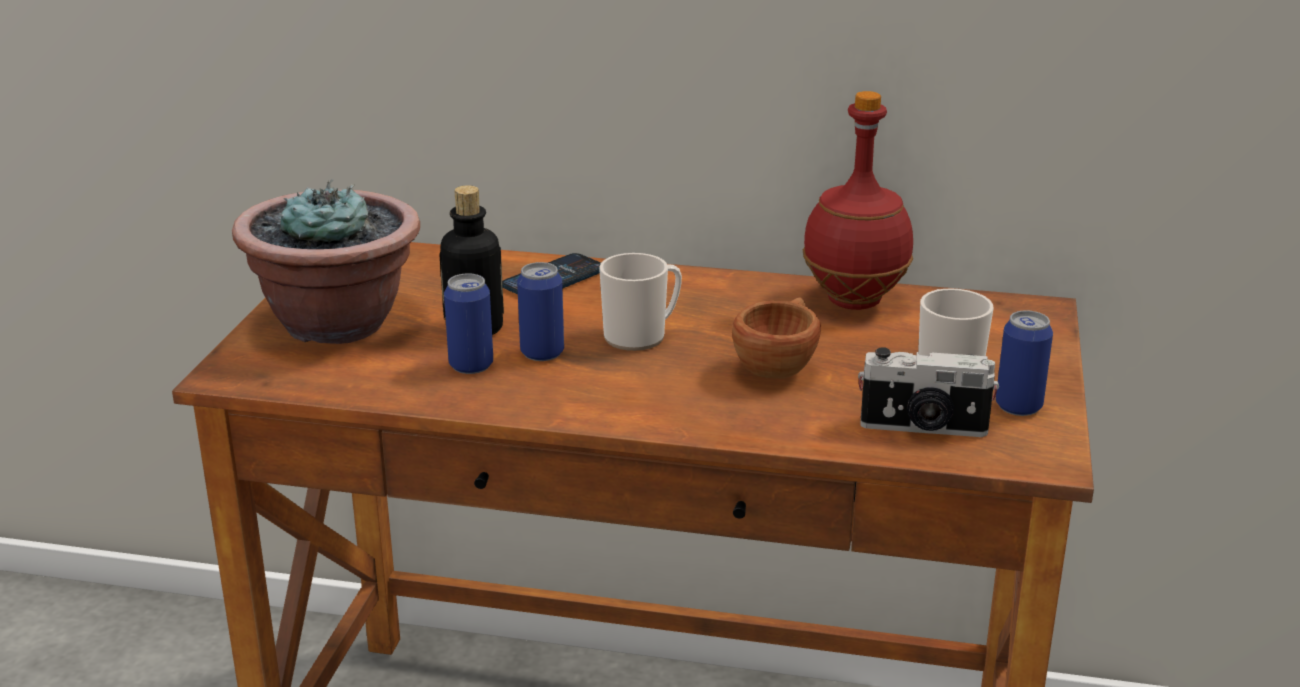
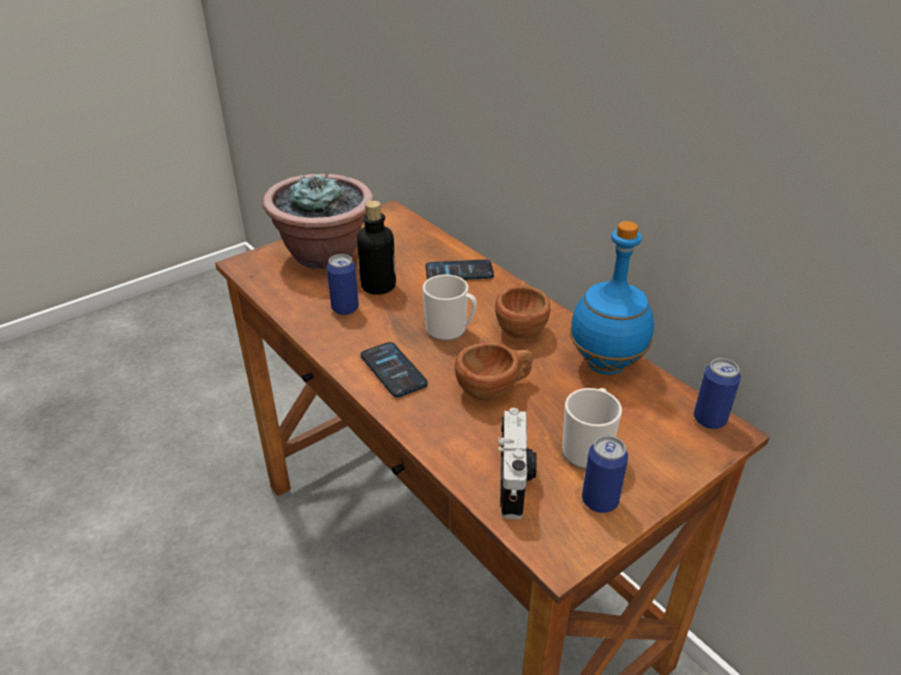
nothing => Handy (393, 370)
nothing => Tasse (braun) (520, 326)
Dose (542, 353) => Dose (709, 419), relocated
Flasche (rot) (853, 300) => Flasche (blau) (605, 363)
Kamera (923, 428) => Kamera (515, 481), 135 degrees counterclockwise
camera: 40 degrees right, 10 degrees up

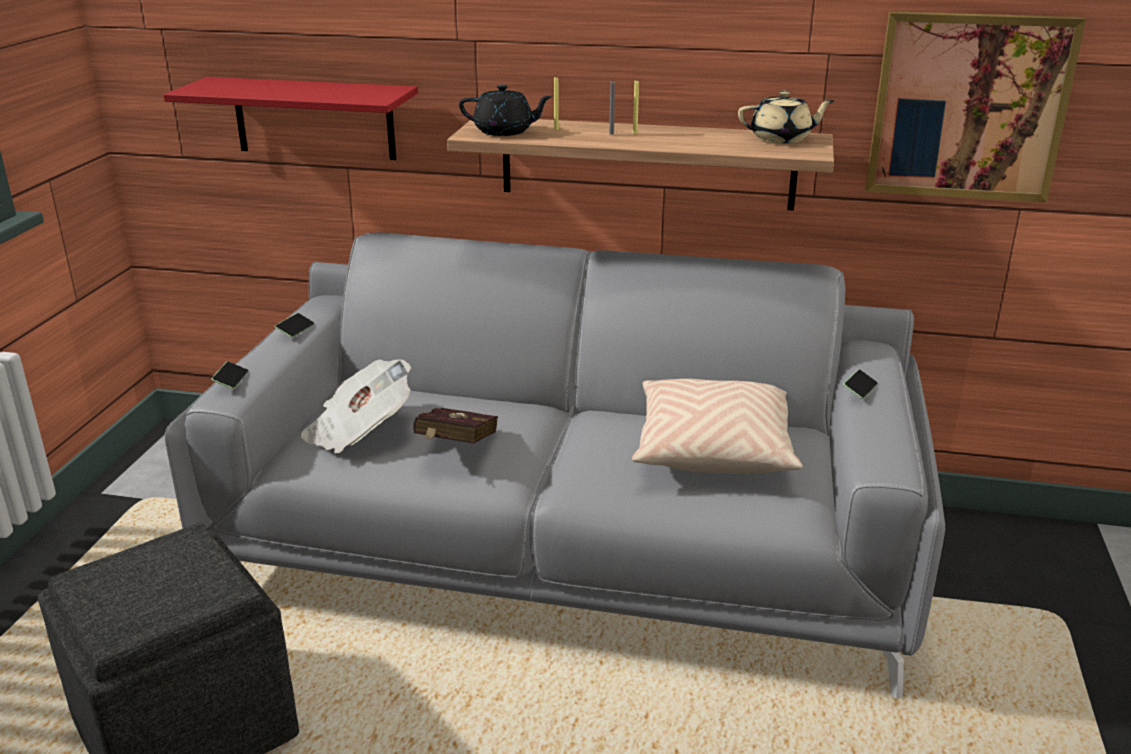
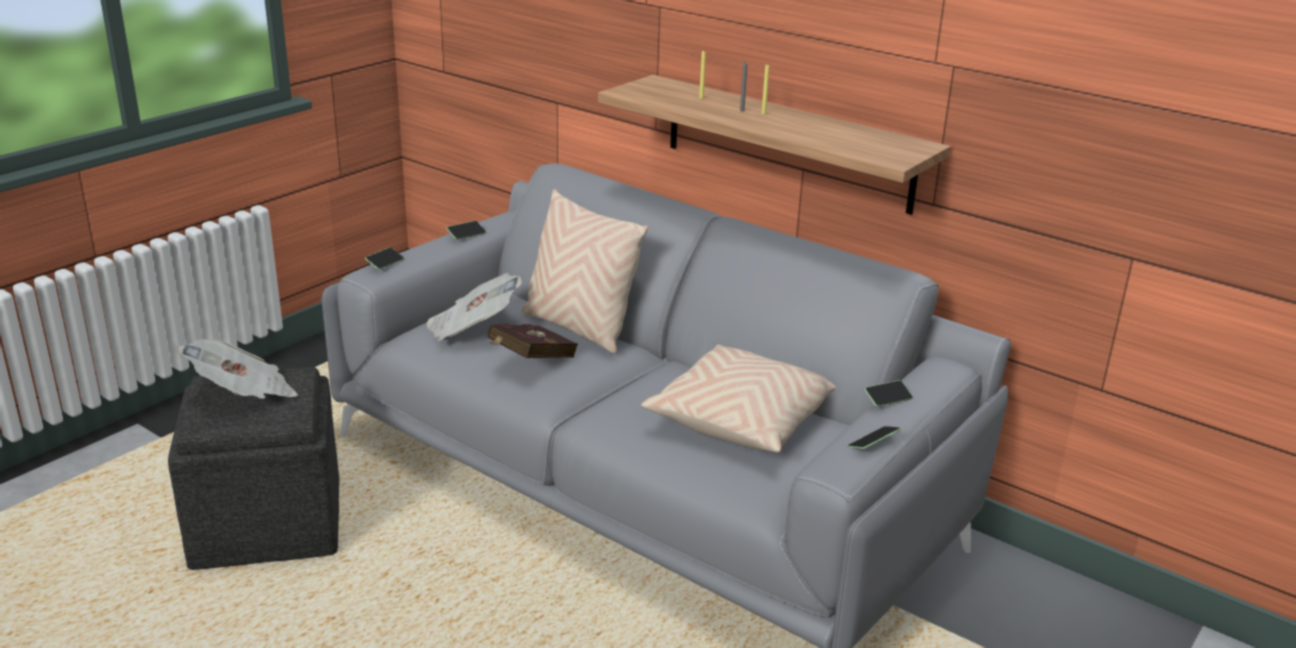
Wandregal (rot) (314, 118) => nothing
Teekanne (schwarz) (505, 131) => nothing
Teekanne (beige) (782, 138) => nothing
Bild (968, 107) => nothing
nothing => Zeitung (244, 394)
nothing => Kissen (beige) (579, 328)
nothing => Handy (873, 444)
camera: 25 degrees right, 0 degrees up

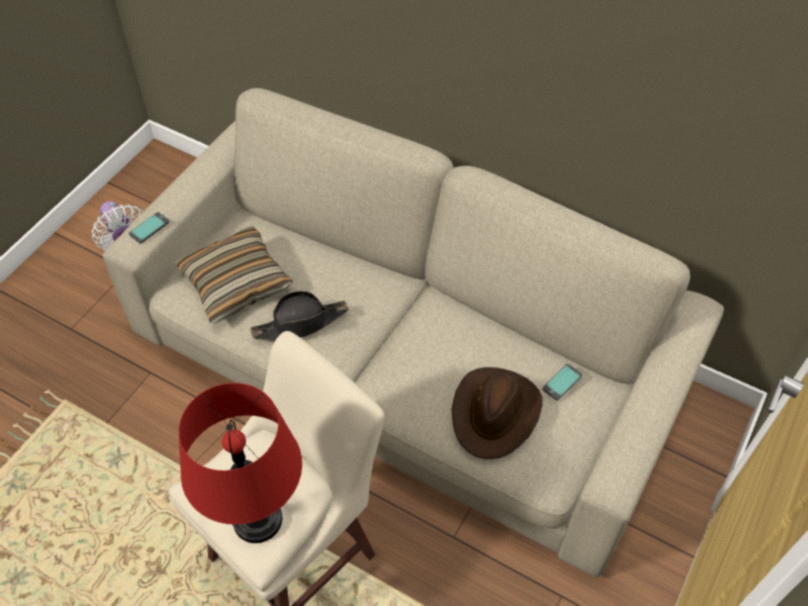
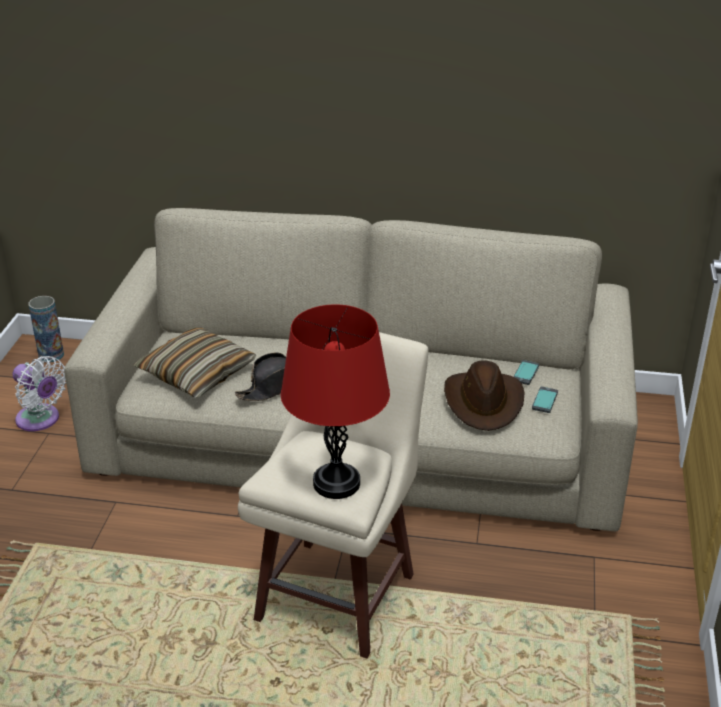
nothing => Vase (51, 355)
Handy (149, 228) => Handy (544, 400), relocated
camera: 20 degrees left, 20 degrees down

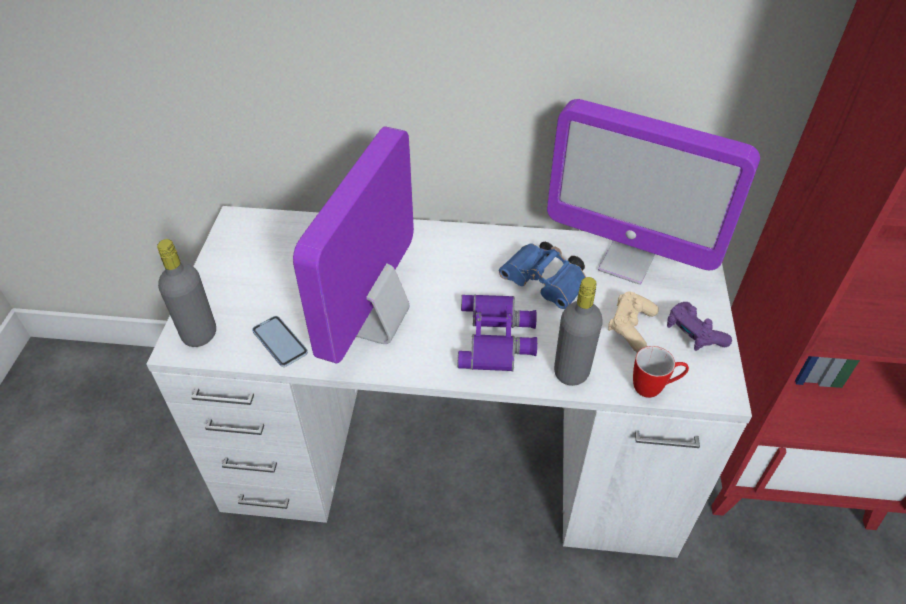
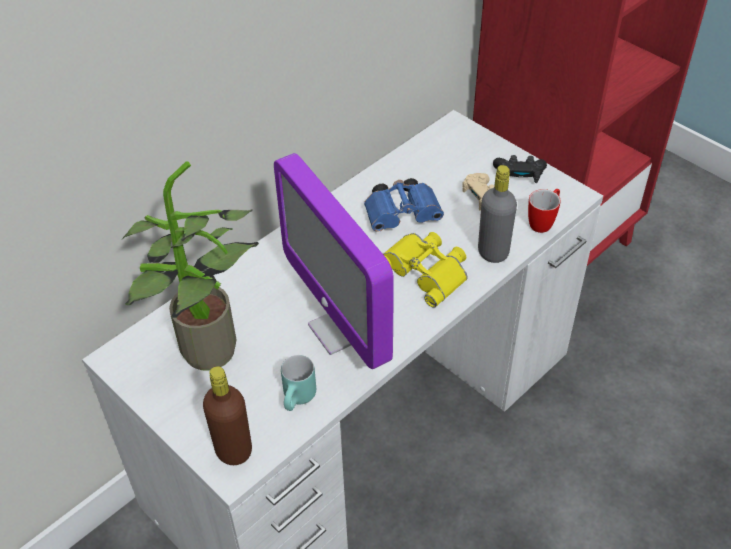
Monitor (626, 262) => nothing
nothing => Topfpflanze (207, 357)
Handy (280, 342) => Henkelbecher (türkis) (299, 400)
Flasche (grau) (199, 334) => Flasche (braun) (234, 450)
Fernglas (lila) (498, 338) => Fernglas (gelb) (426, 270)
Gamepad (lila) (693, 334) => Gamepad (schwarz) (519, 176)
camera: 50 degrees left, 0 degrees up

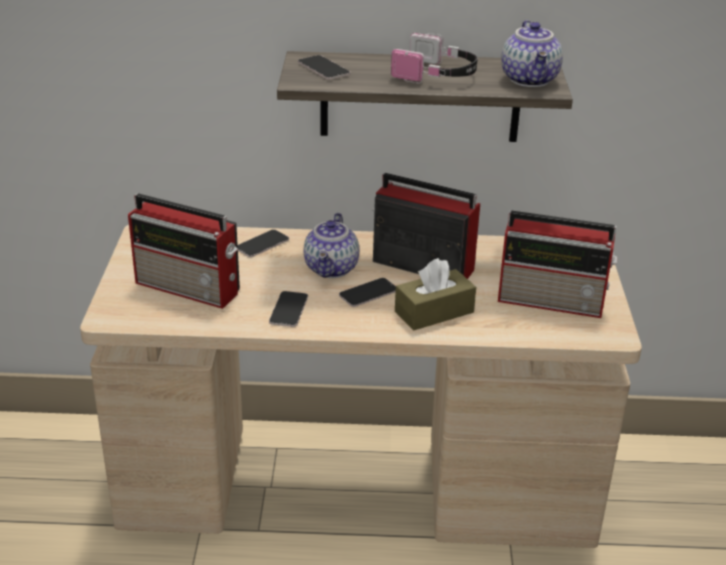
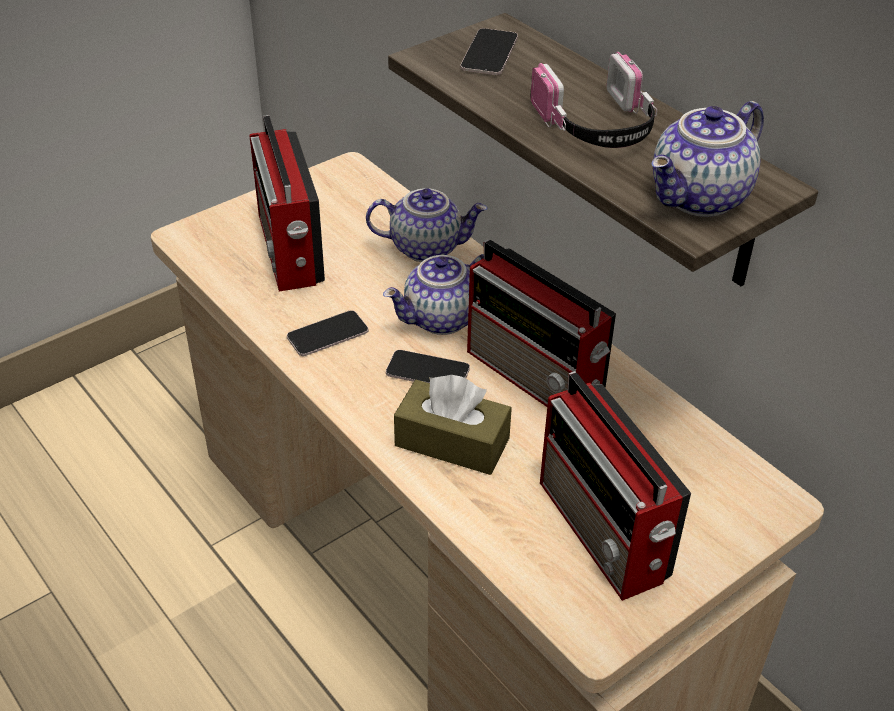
Handy (262, 244) => Teekanne (426, 247)
Radio (420, 265) => Radio (536, 378), 150 degrees clockwise
camera: 50 degrees right, 10 degrees up

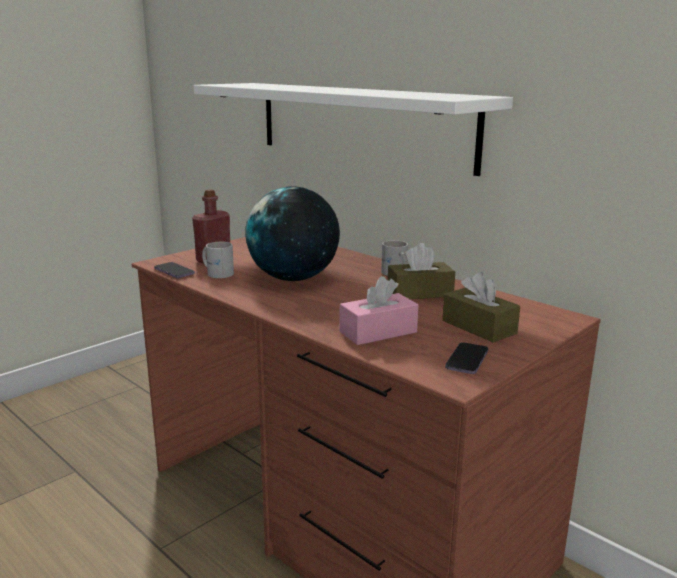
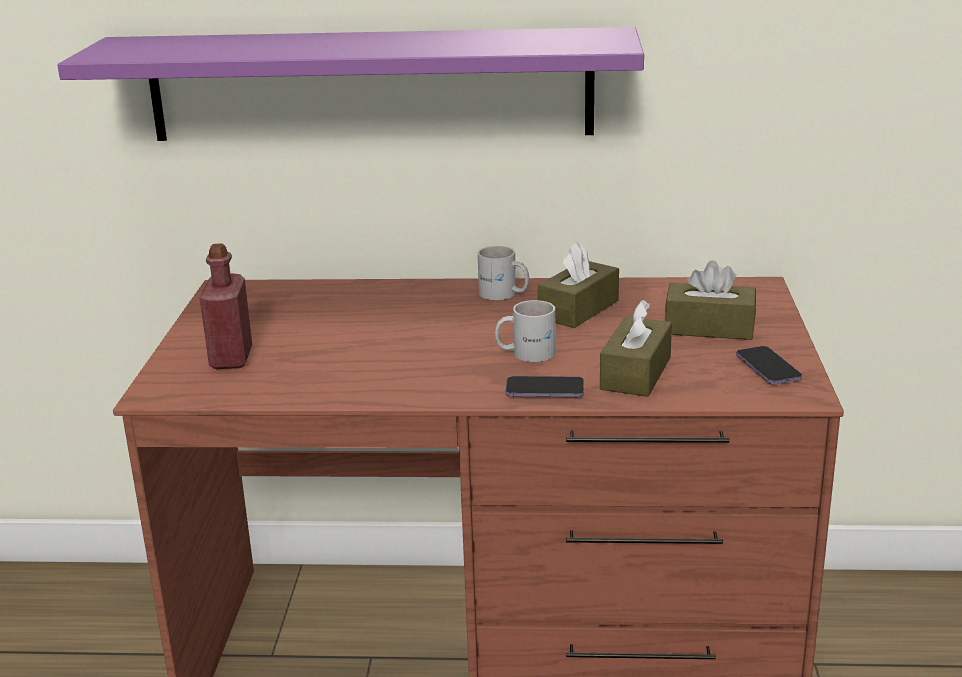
Globus (294, 278) => nothing
Handy (174, 272) => Handy (544, 390), relocated
Henkelbecher (weiß) (217, 272) => Henkelbecher (weiß) (525, 352), relocated
Wandregal (weiß) (360, 124) => Wandregal (lila) (370, 85)
Taschentuchbox (rosa) (378, 332) => Taschentuchbox (braun) (636, 373)
camera: 40 degrees left, 5 degrees up

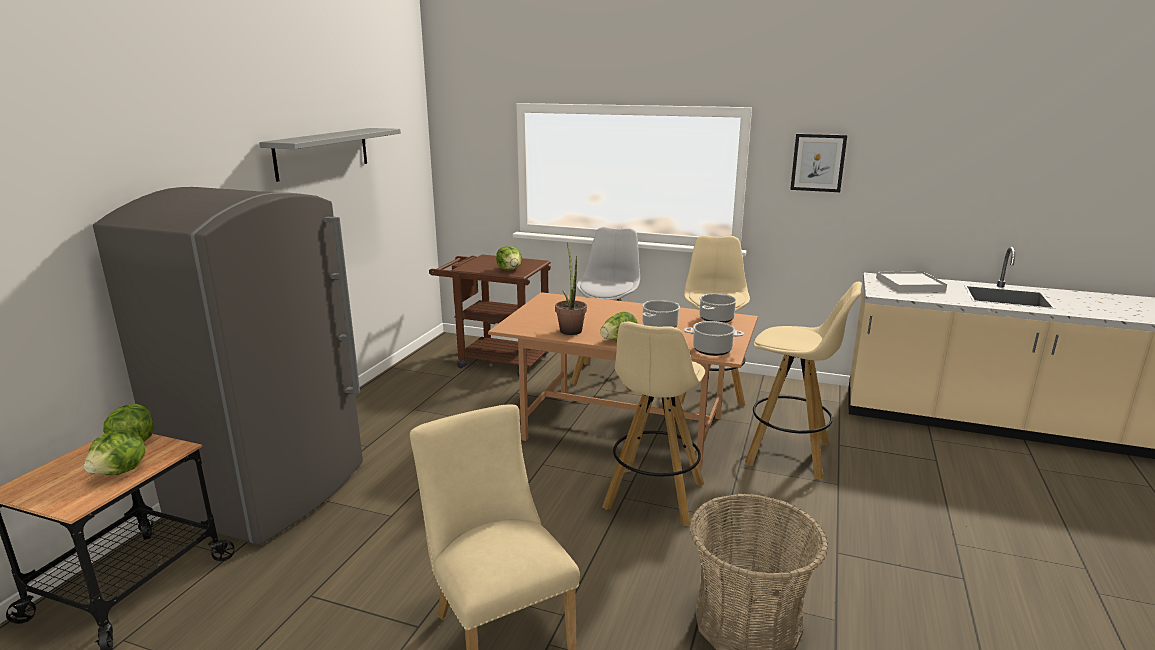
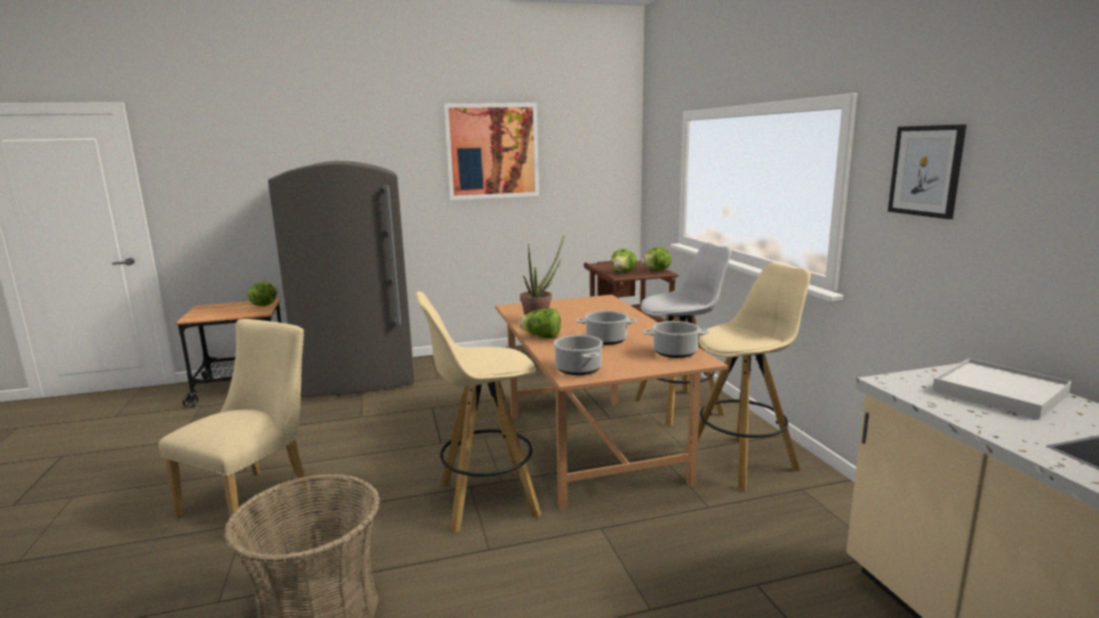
Hocker (beige) (789, 454) => nothing
Salatkopf (121, 472) => Salatkopf (657, 271), relocated
Wandregal (grau) (322, 153) => Bild (492, 151)
camera: 55 degrees right, 5 degrees down

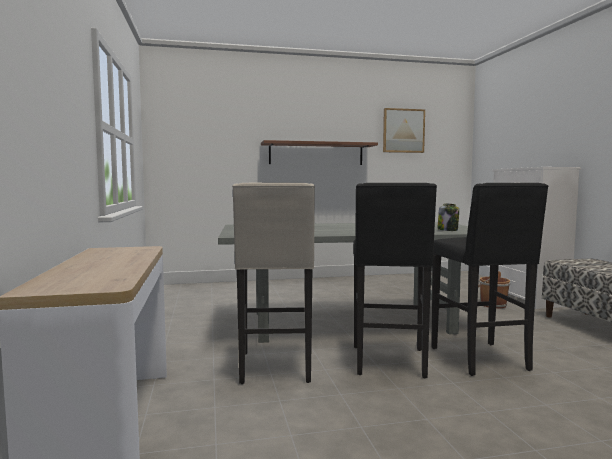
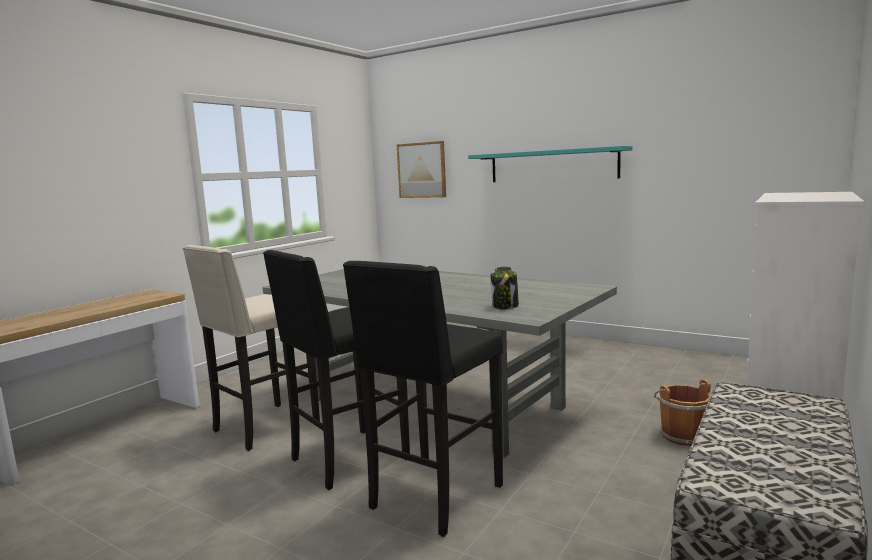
Bild (403, 131) => Bild (422, 170), relocated
Wandregal (braun) (316, 154) => Wandregal (türkis) (552, 165)
camera: 45 degrees right, 5 degrees up

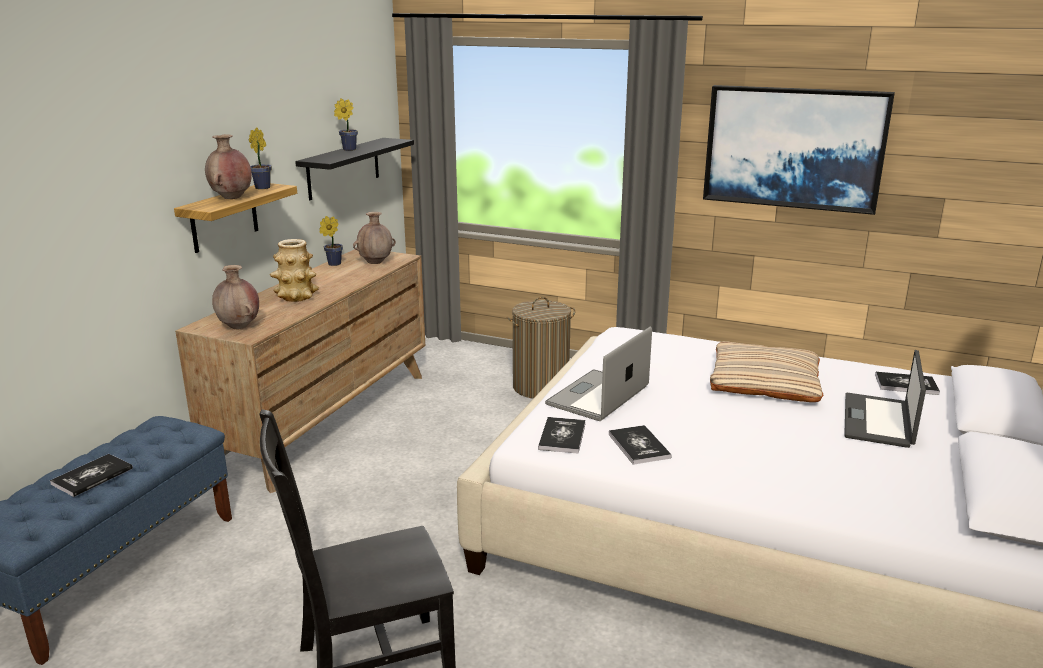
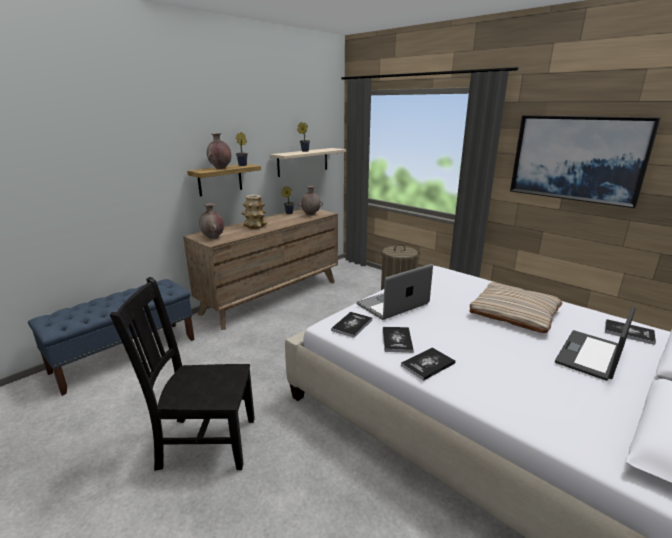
Buch (92, 476) => Buch (428, 364), relocated
Wandregal (schwarz) (343, 168) => Wandregal (beige) (303, 162)
camera: 20 degrees right, 0 degrees up

